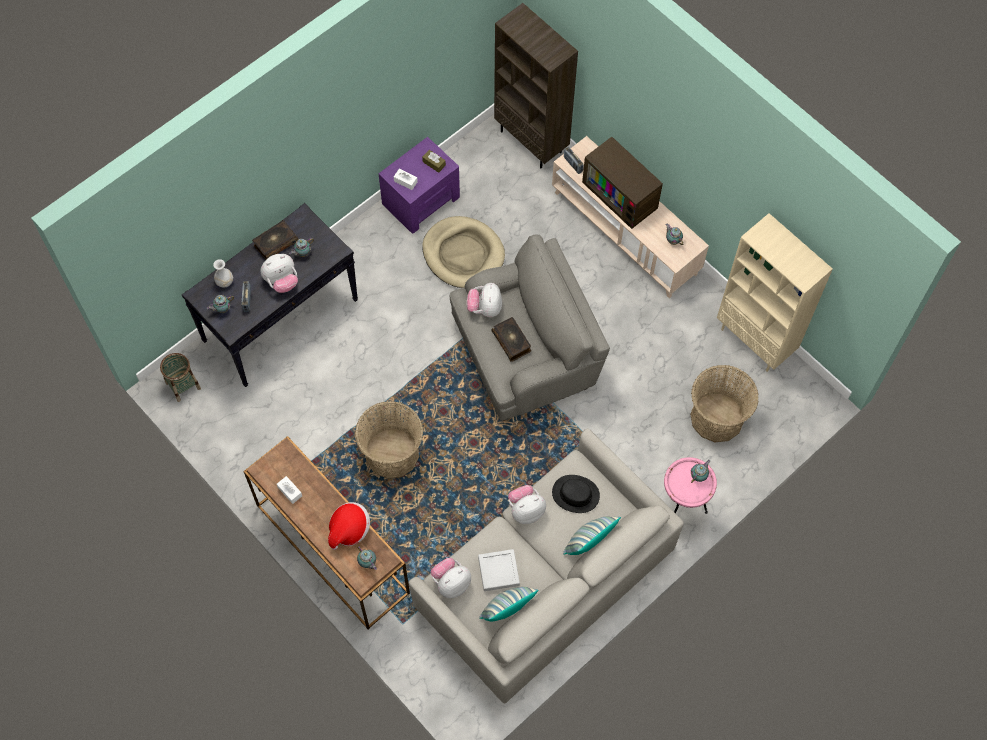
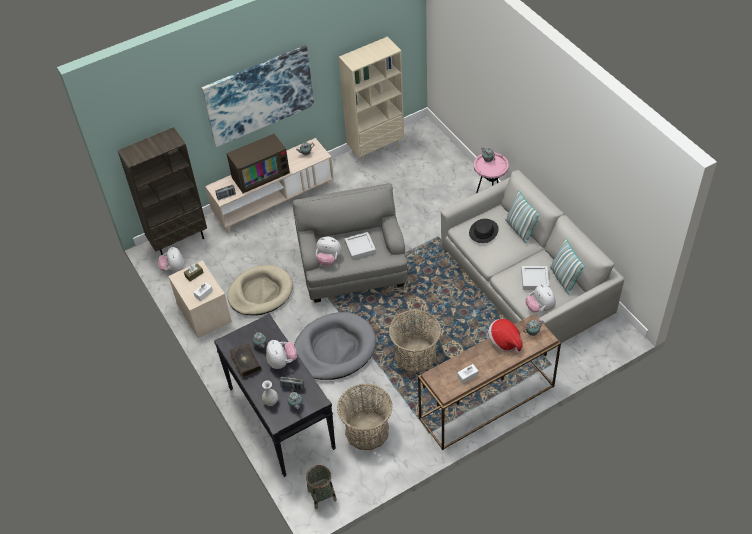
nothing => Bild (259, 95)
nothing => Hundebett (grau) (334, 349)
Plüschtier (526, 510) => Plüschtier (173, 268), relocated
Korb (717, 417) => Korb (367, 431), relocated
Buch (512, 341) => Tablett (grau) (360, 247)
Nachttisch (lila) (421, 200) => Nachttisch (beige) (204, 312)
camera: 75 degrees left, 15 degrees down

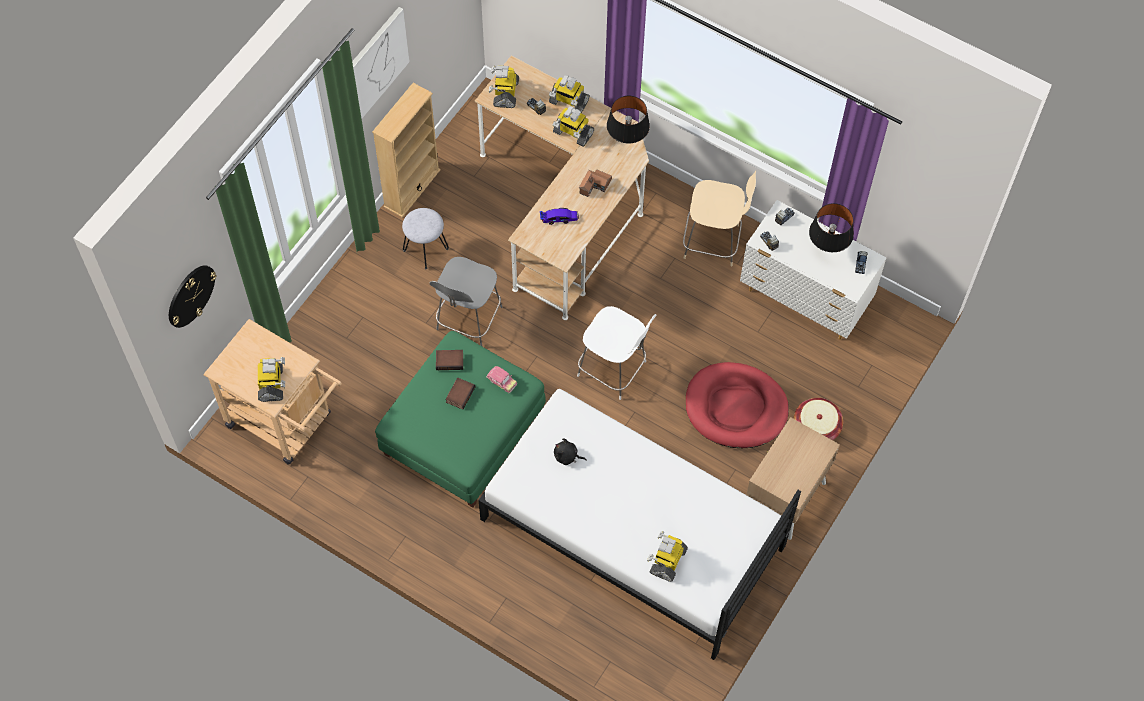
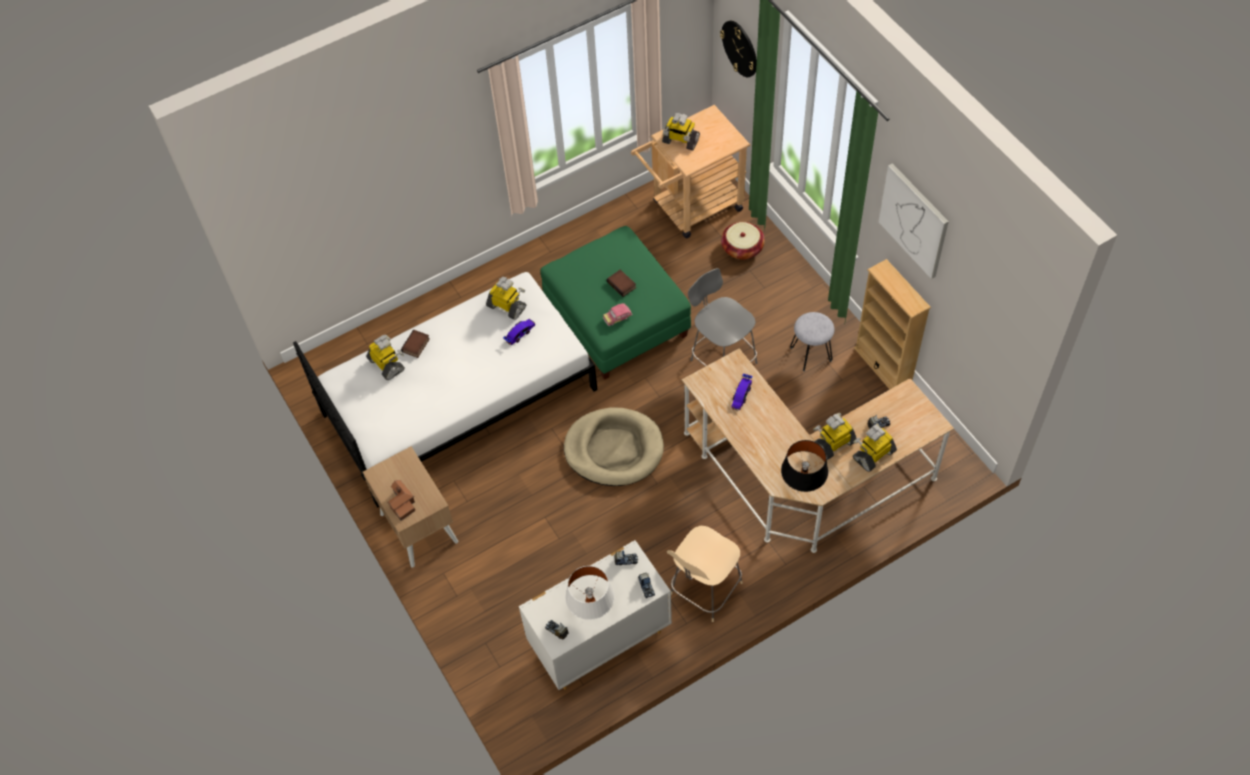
Hundebett (rot) (736, 408) => nothing
Buch (450, 360) => Buch (416, 346), relocated
Spielzeugroboter (505, 93) => Spielzeugroboter (507, 306), relocated
Spielzeughaus (595, 186) => Spielzeughaus (402, 503), relocated
Korb (816, 427) => Korb (742, 248), relocated
Plüschtier (schwarz) (567, 456) => Spielzeugauto (520, 333)
Stuhl (weiß) (614, 370) => Hundebett (beige) (614, 449)
Tischlampe (schwarz) (827, 248) => Tischlampe (weiß) (591, 610)
camera: 120 degrees right, 5 degrees down

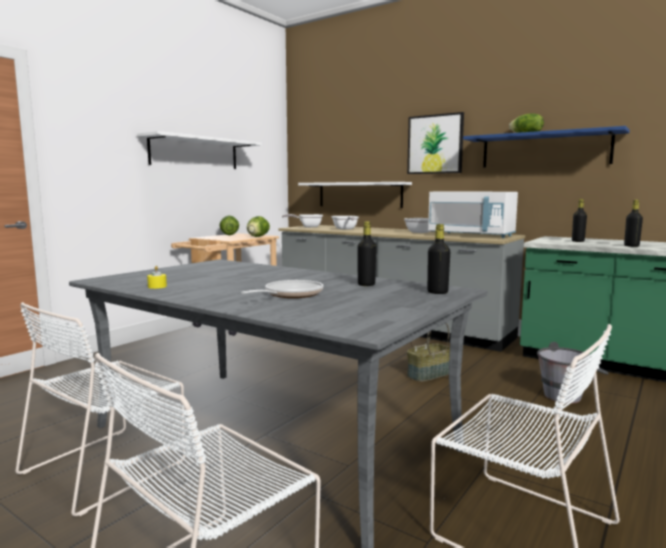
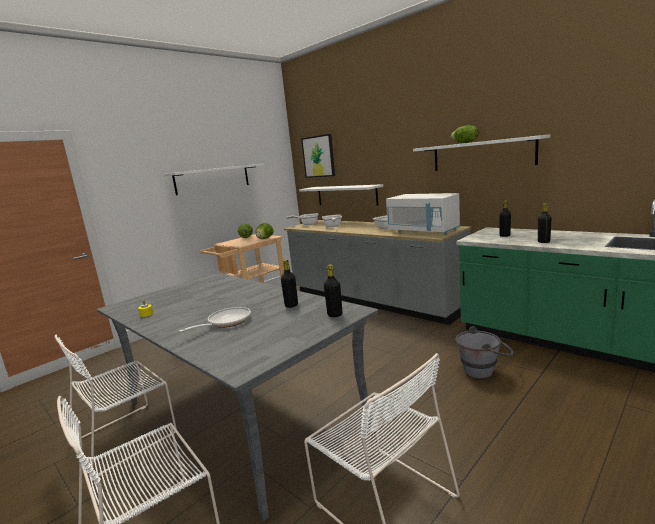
Korb (428, 374) => nothing
Bild (435, 144) => Bild (318, 156), relocated
Wandregal (blau) (544, 150) => Wandregal (weiß) (482, 154)
camera: 10 degrees right, 5 degrees up

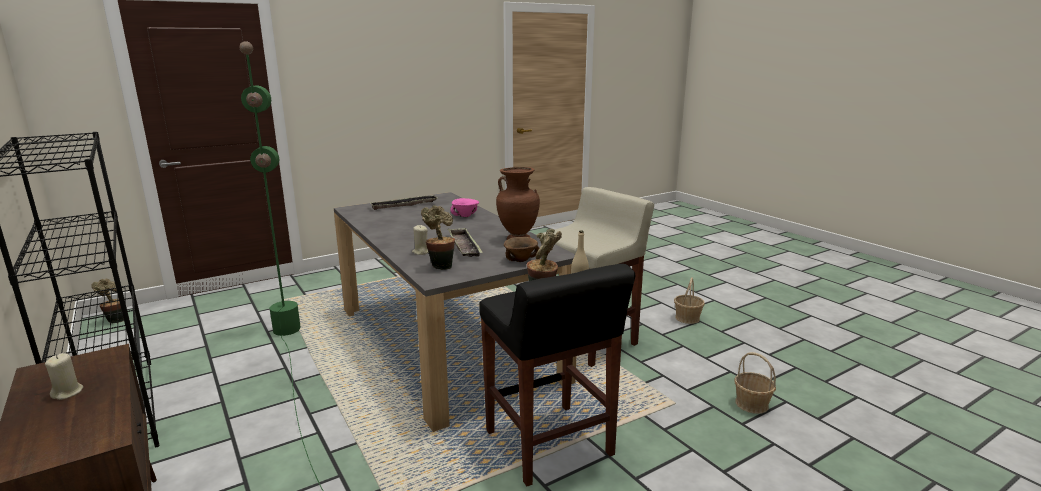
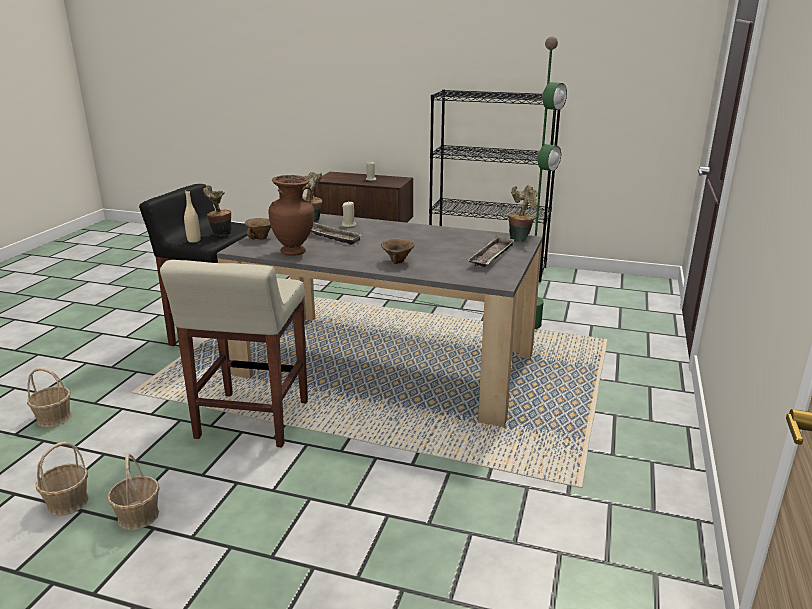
nothing => Korb (67, 502)
Topfpflanze (115, 320) => Topfpflanze (520, 239), relocated
Schüssel (rosa) (465, 216) => Schüssel (braun) (397, 261)
camera: 140 degrees right, 5 degrees up

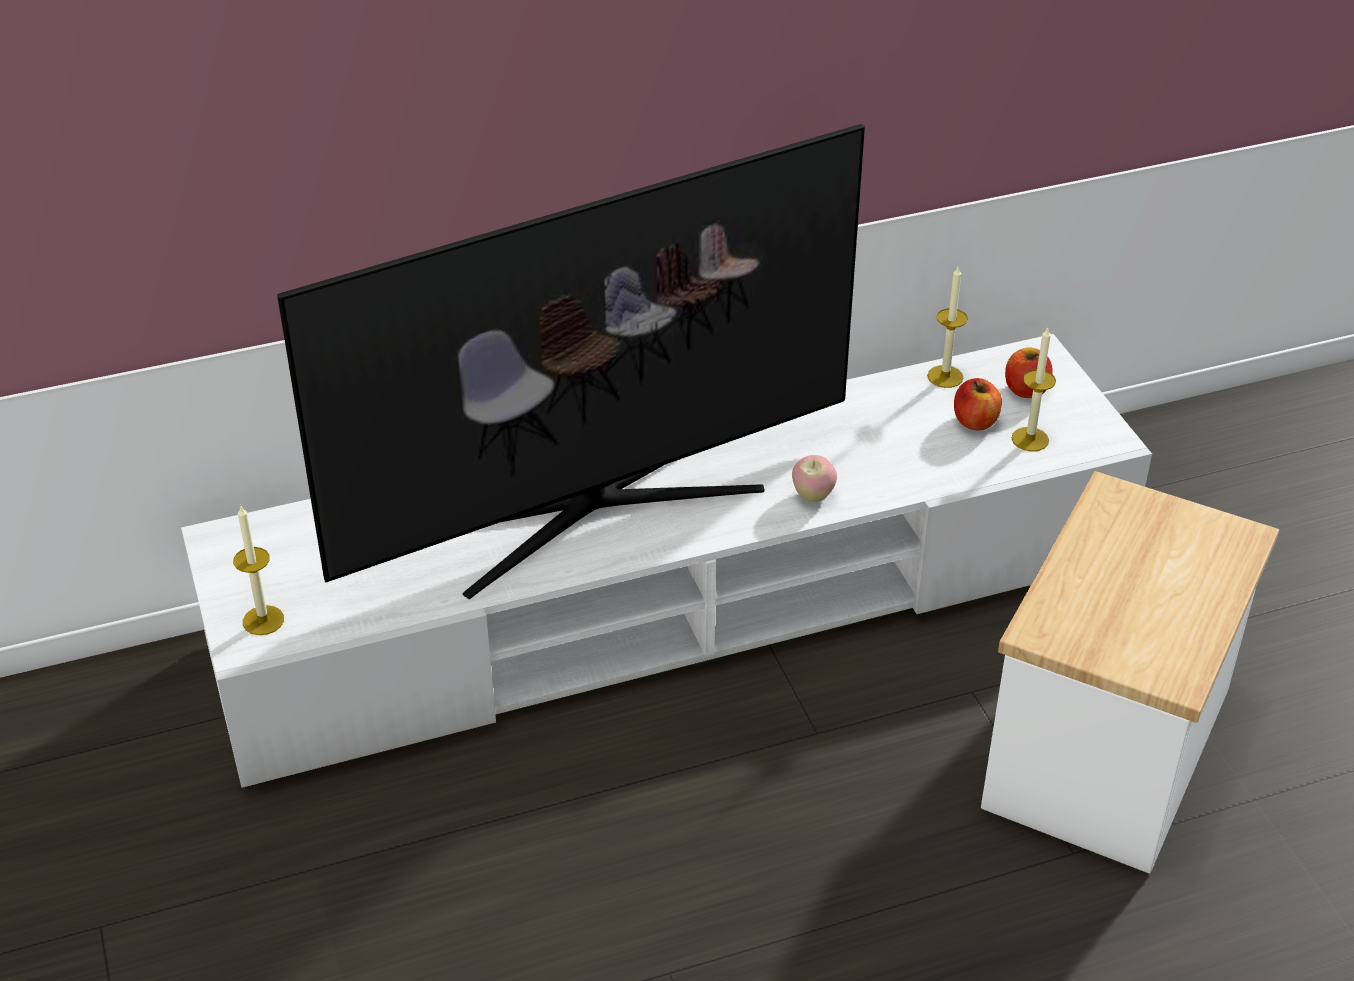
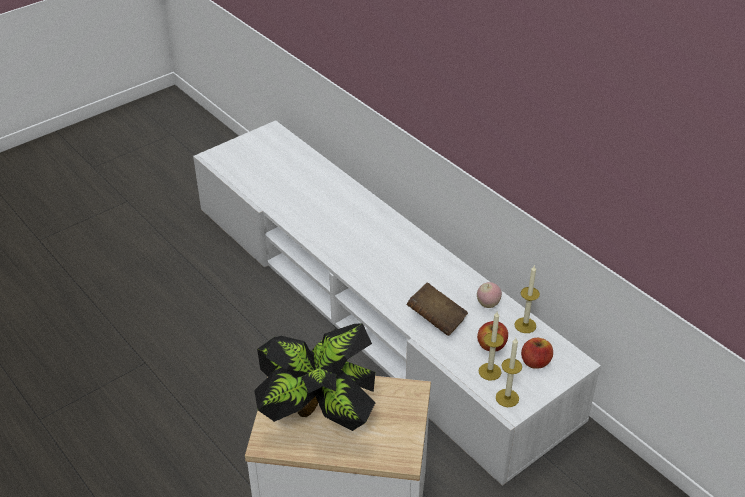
Fernseher (594, 510) => nothing
nothing => Topfpflanze (319, 416)
nothing => Buch (braun) (436, 319)
Kerze (263, 620) => Kerze (507, 398), relocated
Apfel (813, 495) => Apfel (488, 304), relocated
camera: 70 degrees right, 0 degrees up

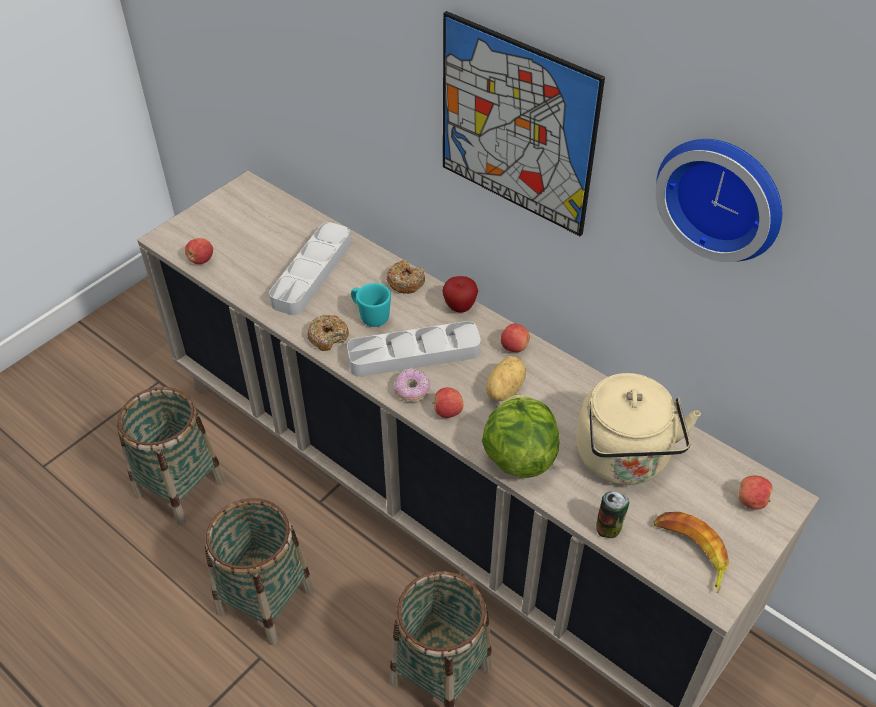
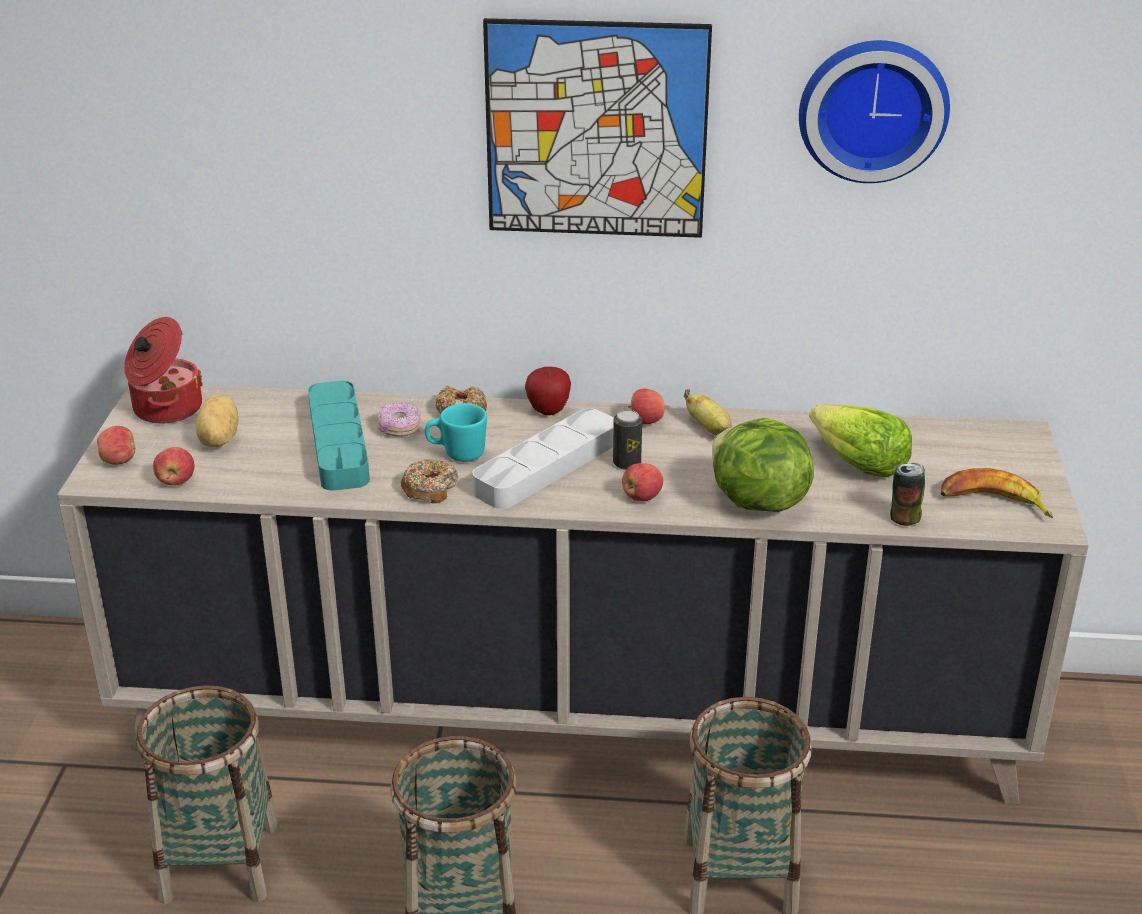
nothing => Kochtopf (165, 408)
nothing => Dose (626, 463)
nothing => Banane (709, 429)
Donut (412, 391) => Donut (399, 428), relocated
Kartoffel (503, 389) => Kartoffel (217, 439), relocated
Apfel (751, 501) => Apfel (119, 461), relocated
Wasserkessel (beige) (624, 460) => Salatkopf (857, 463)
Tablett (grau) (312, 273) => Tablett (türkis) (338, 443)
camera: 35 degrees left, 15 degrees down

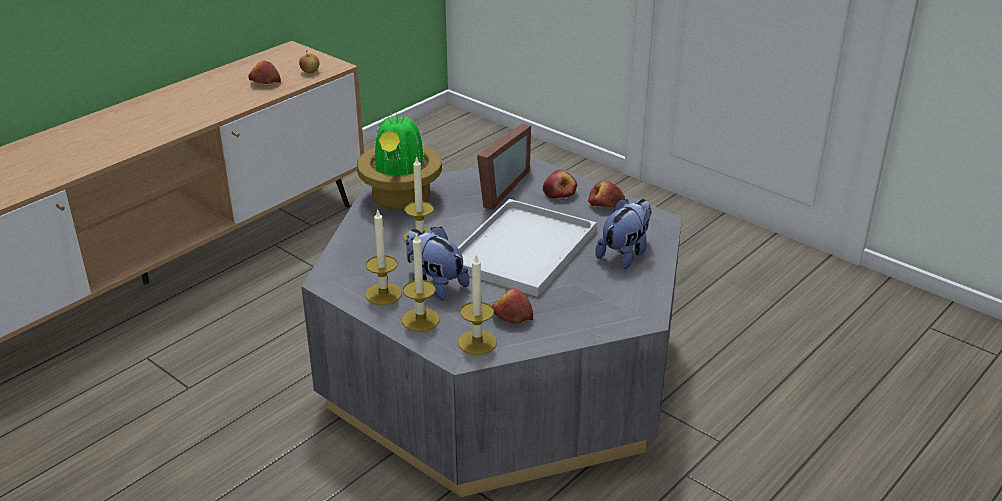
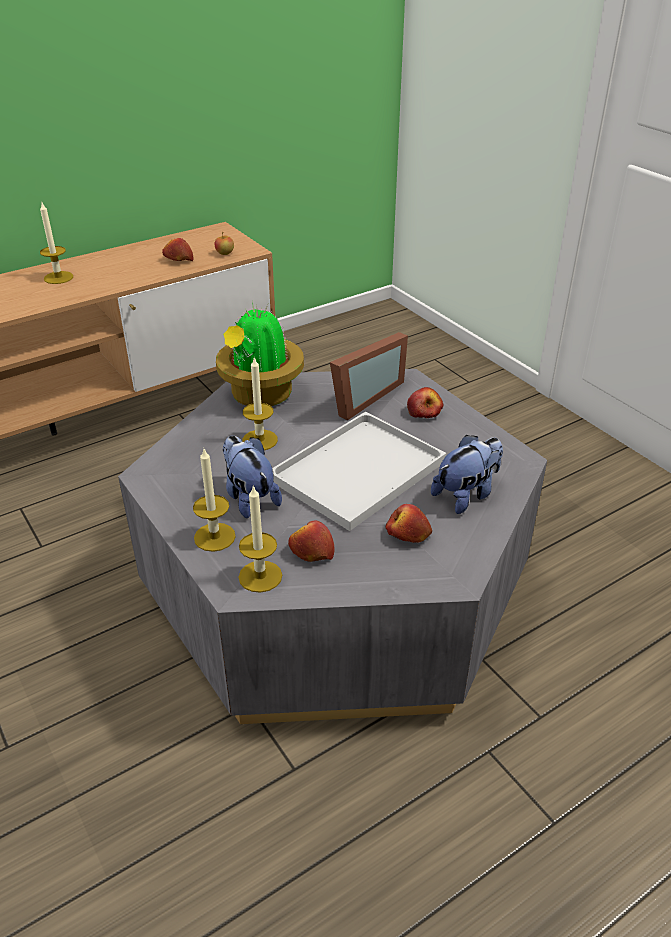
Kerze (383, 294) => Kerze (58, 277), relocated
Apfel (605, 205) => Apfel (408, 534), relocated
camera: 15 degrees right, 5 degrees up

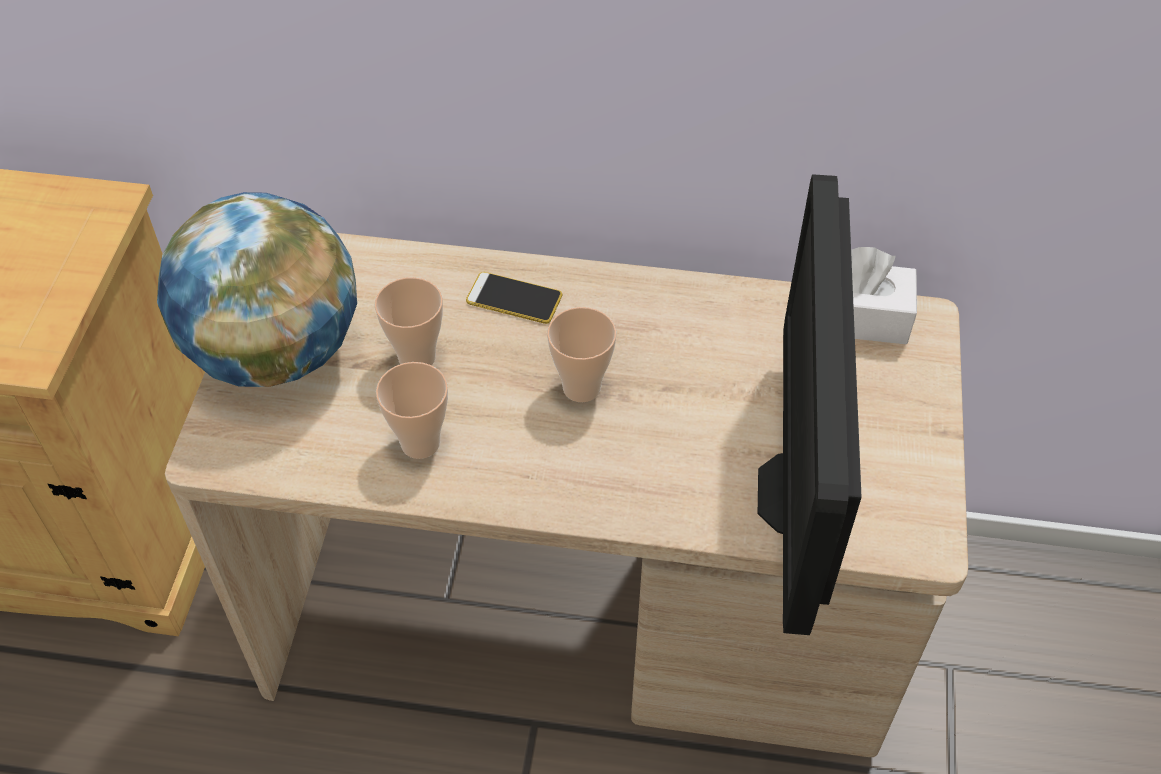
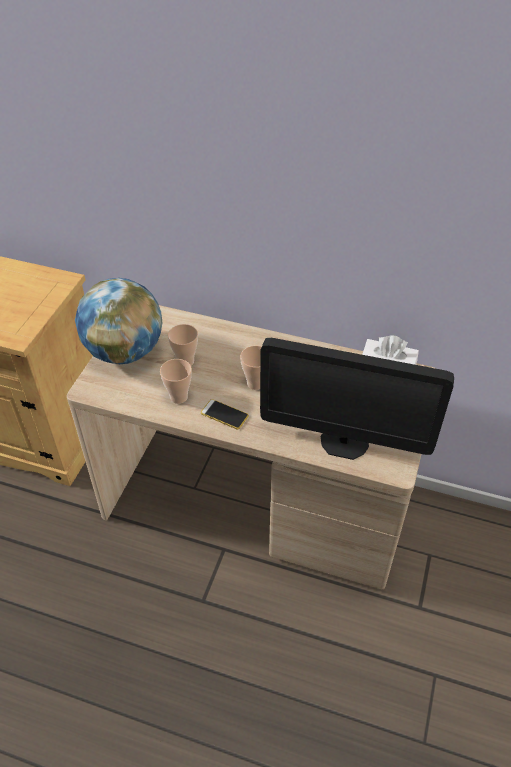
Handy (514, 299) => Handy (224, 414), relocated
Monitor (800, 495) => Monitor (344, 441), 90 degrees counterclockwise
camera: 10 degrees right, 5 degrees down

